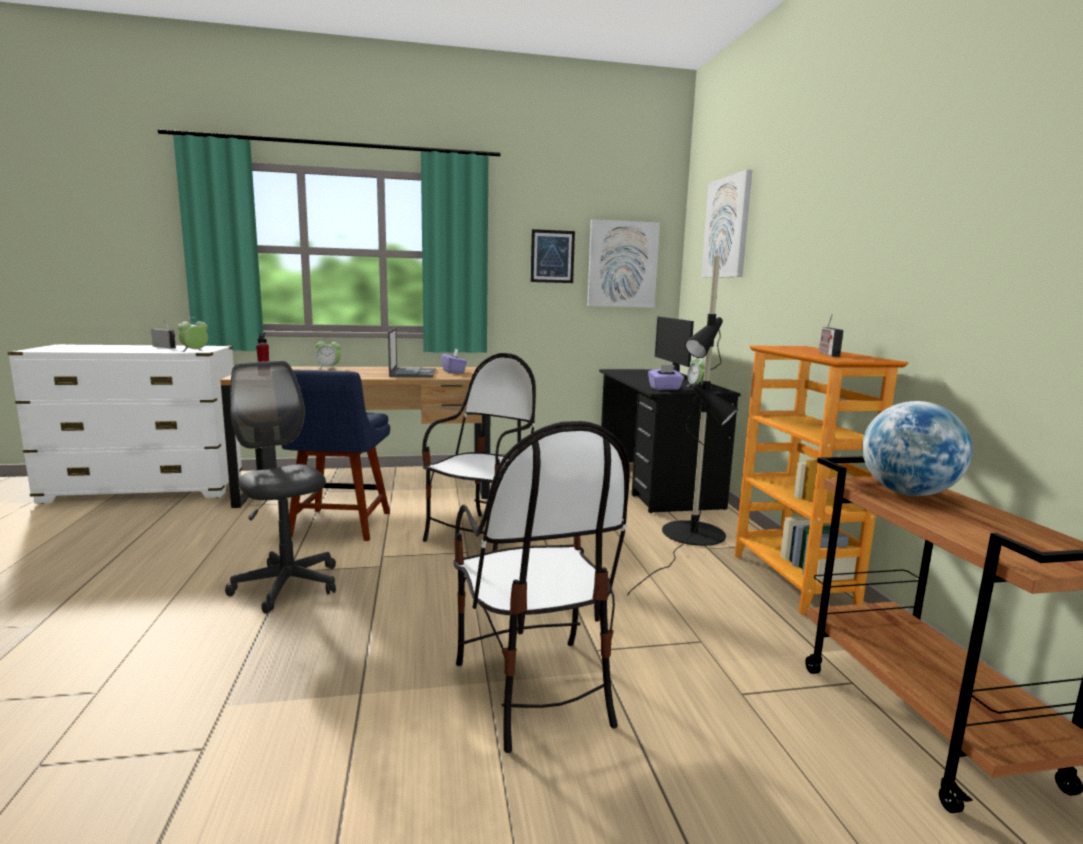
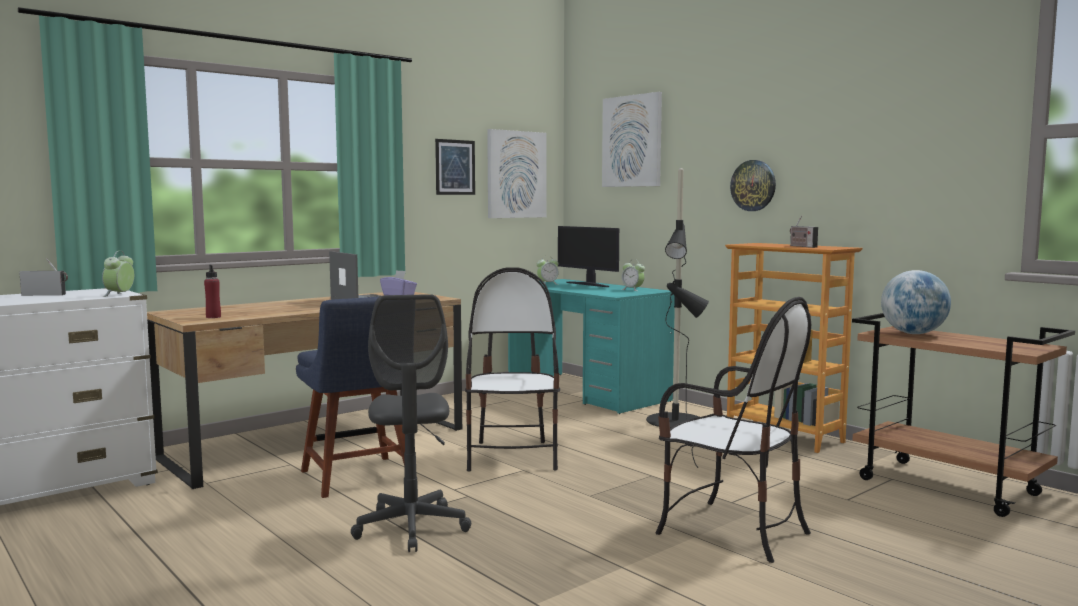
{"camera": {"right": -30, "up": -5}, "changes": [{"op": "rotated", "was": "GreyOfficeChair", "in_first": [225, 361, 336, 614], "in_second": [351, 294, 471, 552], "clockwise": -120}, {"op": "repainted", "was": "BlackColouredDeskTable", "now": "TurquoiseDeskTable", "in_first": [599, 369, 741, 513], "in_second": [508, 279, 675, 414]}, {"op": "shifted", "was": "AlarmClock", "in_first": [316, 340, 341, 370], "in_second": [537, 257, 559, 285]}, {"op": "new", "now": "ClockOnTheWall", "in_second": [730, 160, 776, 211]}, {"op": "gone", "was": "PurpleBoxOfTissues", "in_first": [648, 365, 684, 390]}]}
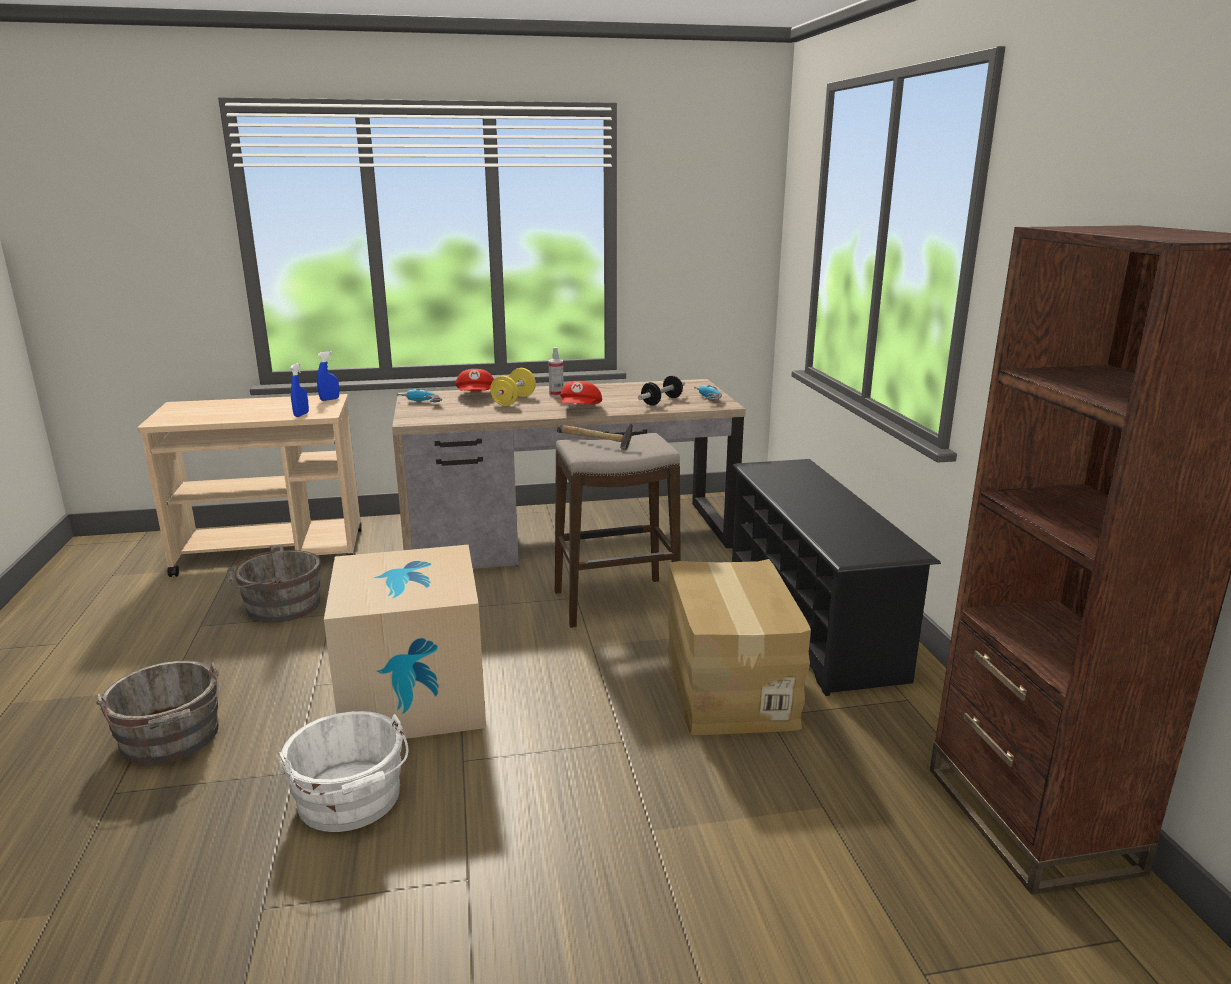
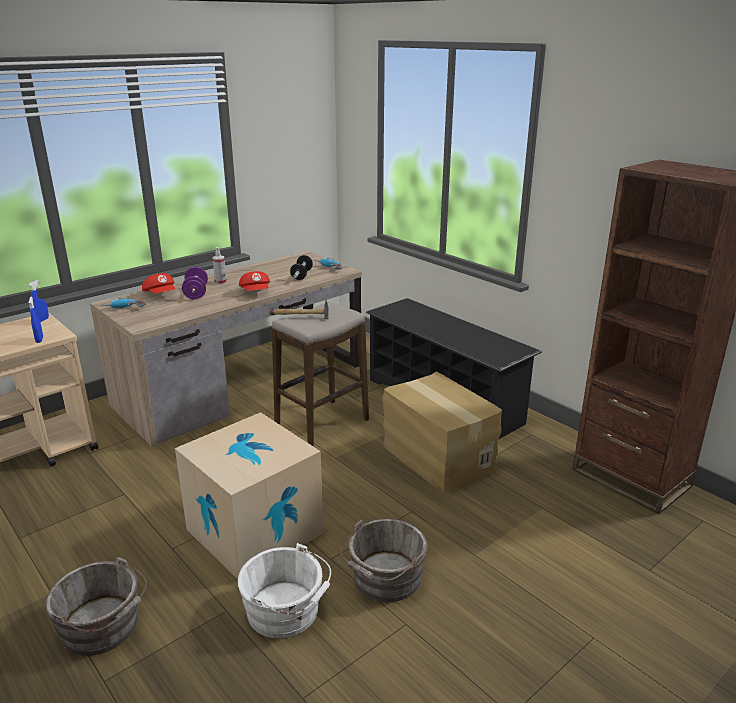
{"camera": {"right": -30, "up": 5}, "changes": [{"op": "repainted", "was": "YellowishFreeWeight", "now": "PurpleFreeWeight", "in_first": [490, 368, 536, 406], "in_second": [182, 267, 208, 299]}, {"op": "shifted", "was": "GreyWaterBucket", "in_first": [227, 544, 321, 623], "in_second": [340, 518, 428, 602]}]}
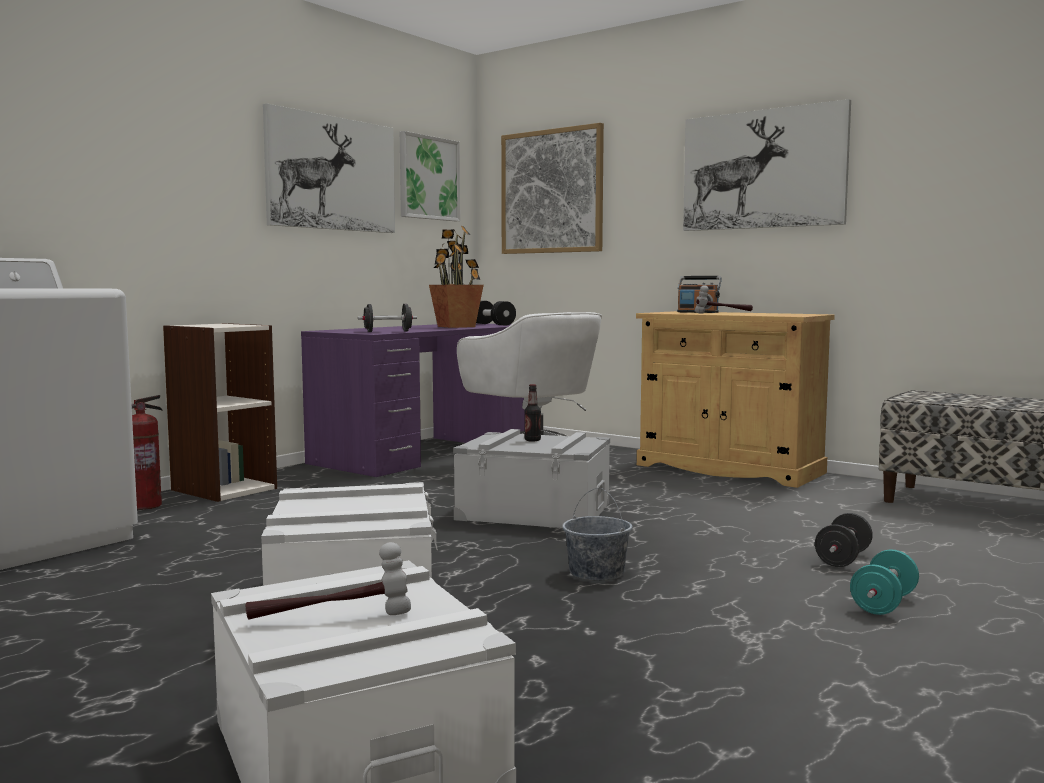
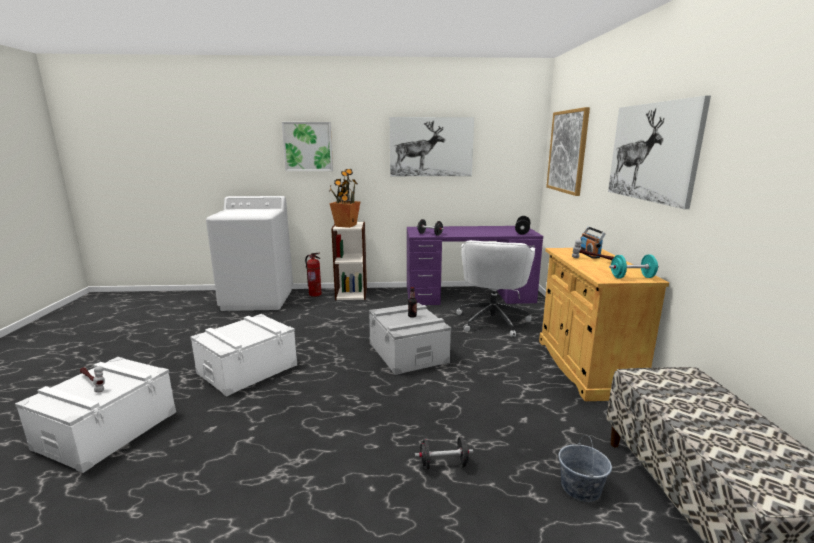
{"camera": {"right": 50, "up": 10}, "changes": [{"op": "shifted", "was": "WallArt", "in_first": [400, 131, 460, 221], "in_second": [282, 122, 333, 171]}, {"op": "shifted", "was": "PottedPlant", "in_first": [429, 226, 484, 328], "in_second": [329, 169, 360, 228]}, {"op": "shifted", "was": "GreyWaterBucket", "in_first": [562, 488, 632, 581], "in_second": [558, 435, 612, 502]}, {"op": "shifted", "was": "TurquoiseFreeWeight", "in_first": [850, 549, 919, 615], "in_second": [609, 255, 659, 279]}]}
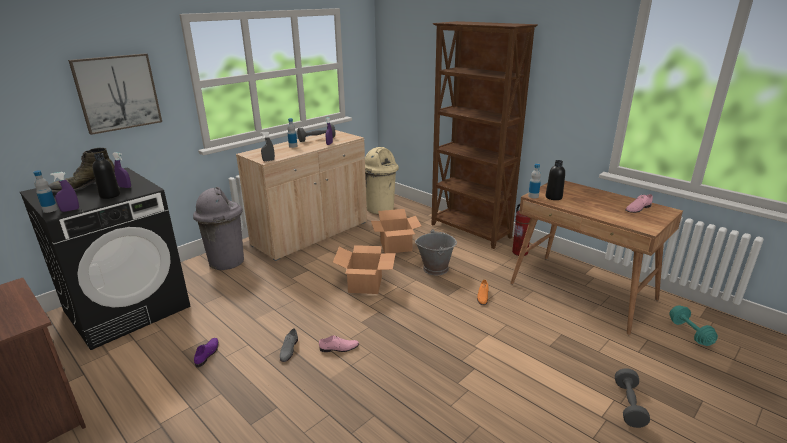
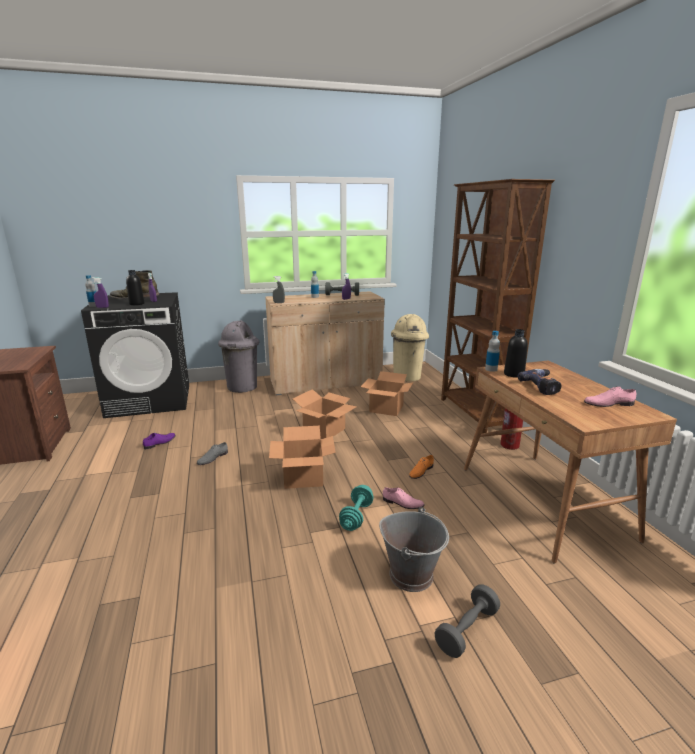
{"camera": {"right": 30, "up": -5}, "changes": [{"op": "new", "now": "CardboardBox", "in_second": [269, 426, 336, 489]}, {"op": "shifted", "was": "TurquoiseFreeWeight", "in_first": [669, 305, 718, 346], "in_second": [339, 485, 374, 531]}, {"op": "shifted", "was": "GreyWaterBucket", "in_first": [415, 229, 457, 275], "in_second": [379, 507, 449, 592]}, {"op": "shifted", "was": "PinkishShoe", "in_first": [319, 335, 359, 352], "in_second": [383, 487, 424, 509]}, {"op": "new", "now": "PowerDrill", "in_second": [517, 369, 561, 395]}, {"op": "gone", "was": "WallArt", "in_first": [68, 53, 162, 135]}]}
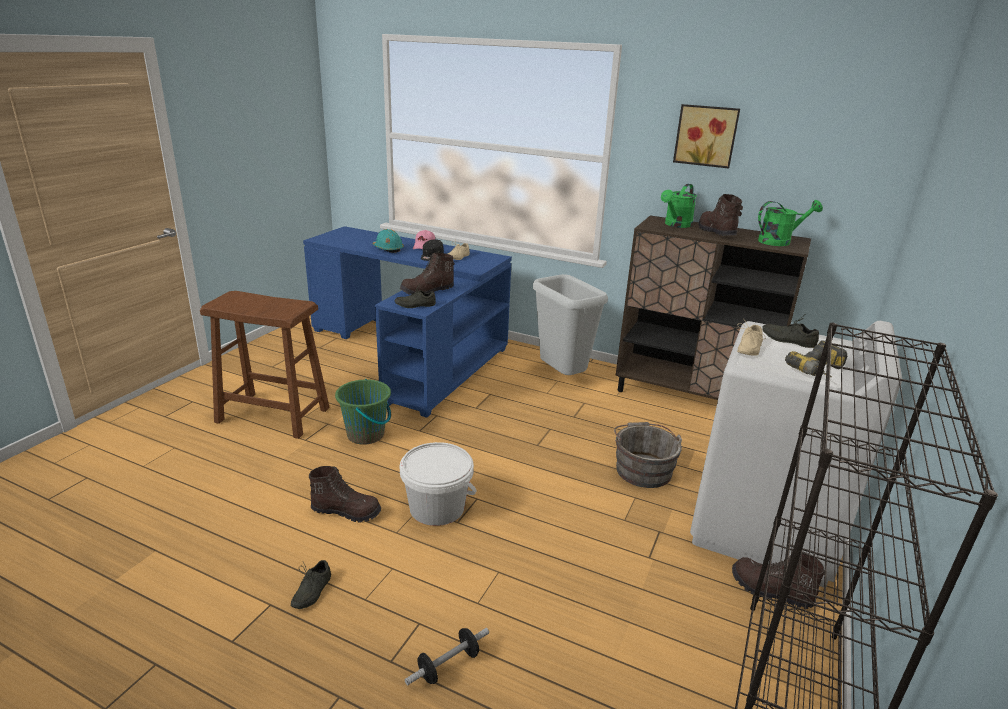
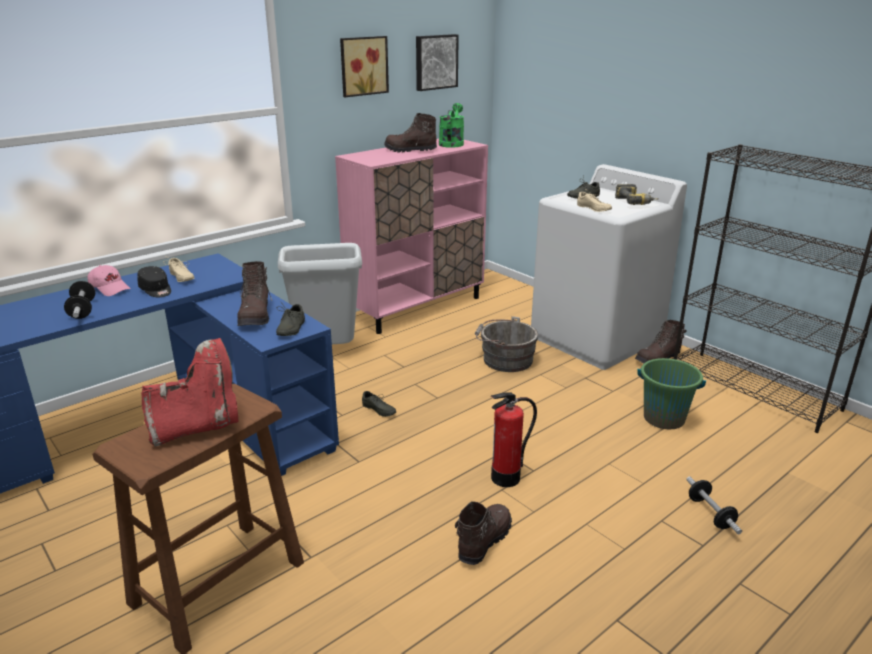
{"camera": {"right": -65, "up": 0}, "changes": [{"op": "swapped", "was": "TurquoiseWorkHelmet", "now": "FreeWeight", "in_first": [373, 229, 404, 253], "in_second": [64, 281, 95, 319]}, {"op": "new", "now": "ReddishTallBoot", "in_second": [141, 338, 239, 447]}, {"op": "repainted", "was": "BrownishStorageCabinet", "now": "PinkishStorageCabinet", "in_first": [616, 215, 811, 400], "in_second": [335, 139, 488, 334]}, {"op": "shifted", "was": "GreyShoe", "in_first": [291, 560, 331, 609], "in_second": [362, 391, 396, 417]}, {"op": "new", "now": "WallArt", "in_second": [416, 34, 459, 91]}, {"op": "swapped", "was": "WhitishWaterBucket", "now": "Extinguisher", "in_first": [400, 442, 477, 526], "in_second": [491, 392, 537, 487]}, {"op": "shifted", "was": "GreenColouredWaterBucket", "in_first": [335, 379, 391, 445], "in_second": [637, 358, 706, 429]}, {"op": "gone", "was": "GreenColouredWateringCan", "in_first": [661, 184, 697, 228]}]}
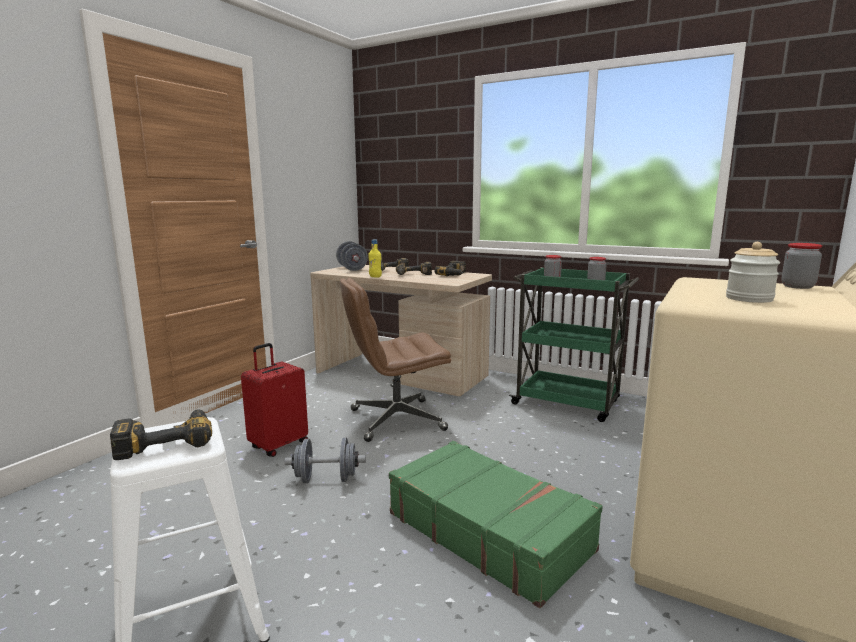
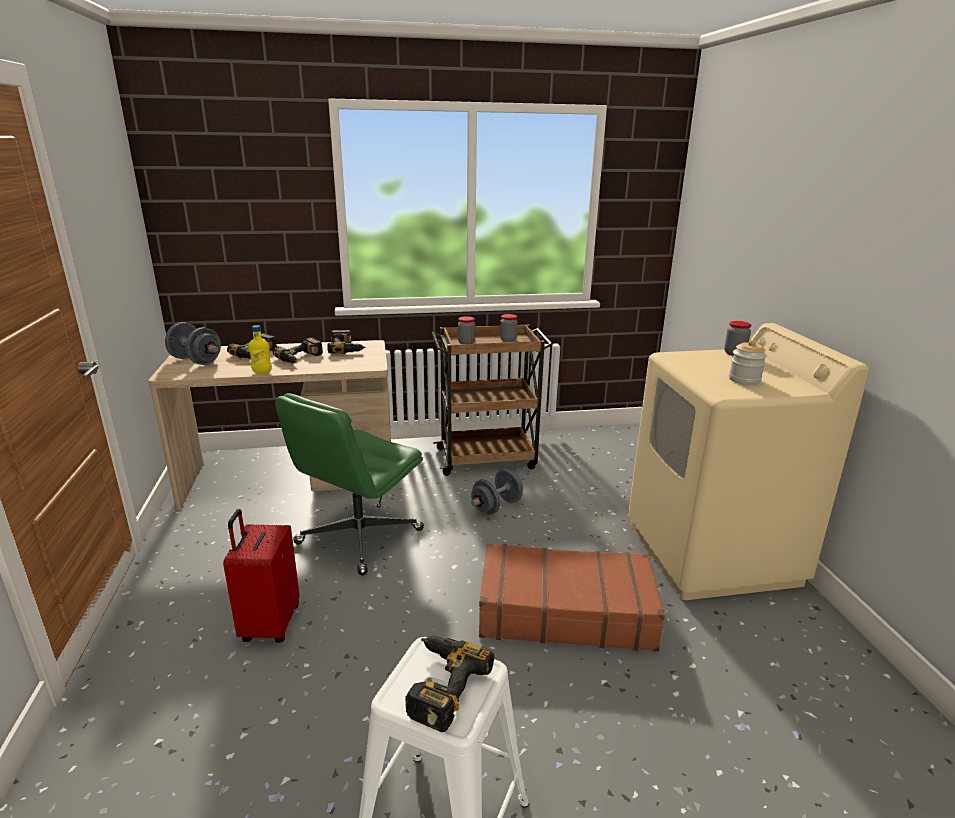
{"camera": {"right": -40, "up": 10}, "changes": [{"op": "repainted", "was": "BrownishOfficeChair", "now": "GreenColouredOfficeChair", "in_first": [340, 278, 451, 442], "in_second": [275, 393, 424, 575]}, {"op": "repainted", "was": "GreenColouredTrolley", "now": "BrownishTrolley", "in_first": [508, 267, 639, 422], "in_second": [432, 324, 553, 476]}, {"op": "shifted", "was": "GreyFreeWeight", "in_first": [285, 438, 366, 483], "in_second": [471, 469, 523, 515]}, {"op": "repainted", "was": "GreenColouredPieceOfLuggage", "now": "BrownishPieceOfLuggage", "in_first": [389, 441, 603, 608], "in_second": [479, 543, 665, 652]}]}
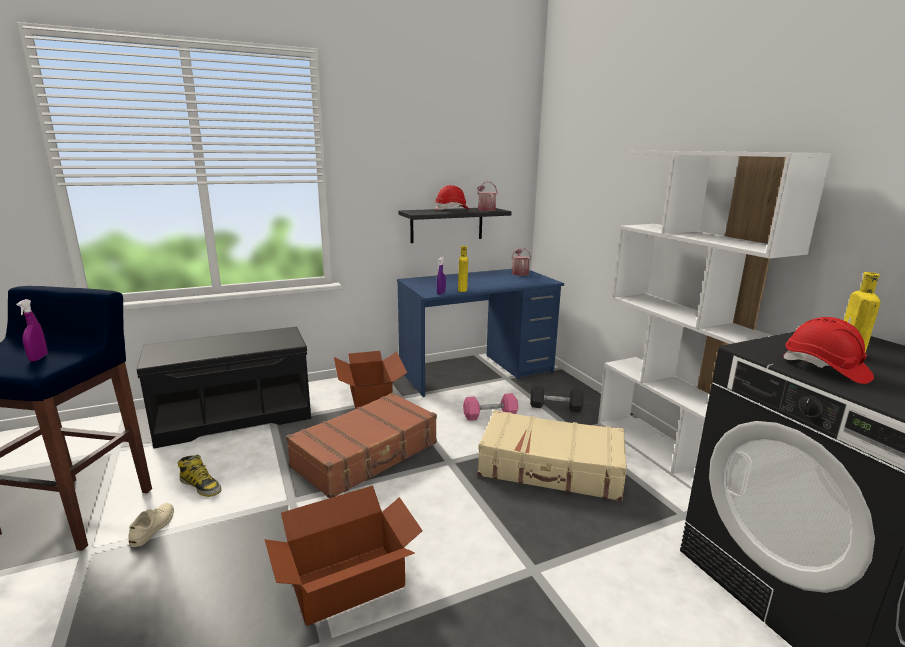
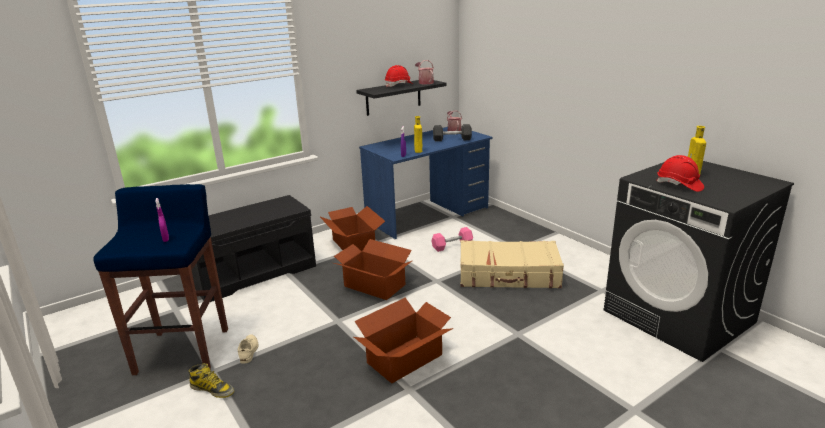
{"camera": {"right": -10, "up": 5}, "changes": [{"op": "shifted", "was": "TallBoot", "in_first": [178, 455, 222, 497], "in_second": [188, 363, 234, 398]}, {"op": "swapped", "was": "BrownishPieceOfLuggage", "now": "CardboardBox", "in_first": [286, 393, 437, 498], "in_second": [334, 239, 412, 300]}, {"op": "shifted", "was": "GreyFreeWeight", "in_first": [530, 385, 584, 412], "in_second": [433, 124, 472, 141]}, {"op": "gone", "was": "WhitishBookcase", "in_first": [598, 151, 832, 489]}]}
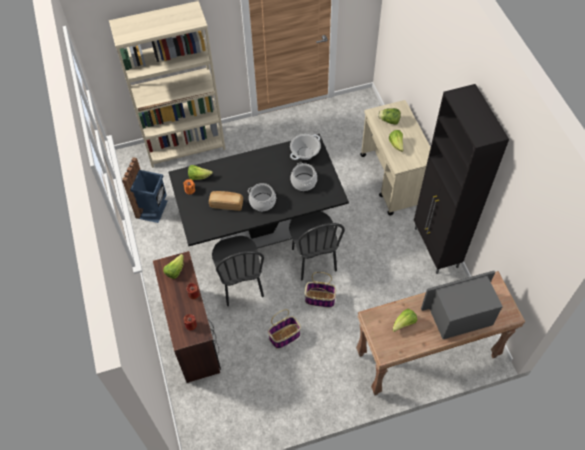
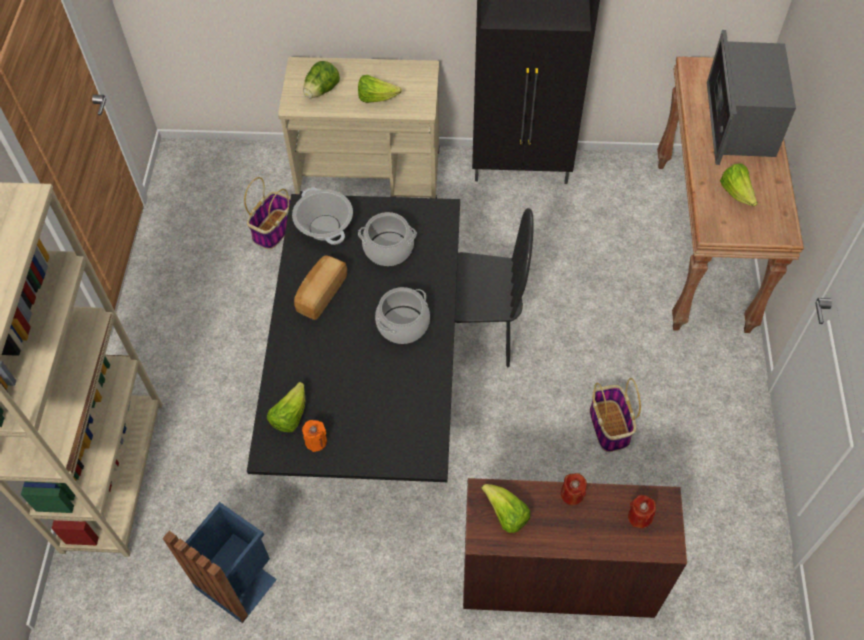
{"camera": {"right": -70, "up": 0}, "changes": [{"op": "shifted", "was": "Basket", "in_first": [305, 272, 336, 307], "in_second": [244, 177, 291, 249]}, {"op": "shifted", "was": "BakedBread", "in_first": [209, 191, 243, 211], "in_second": [294, 255, 347, 320]}, {"op": "gone", "was": "BlackColouredUprightChair", "in_first": [212, 236, 264, 306]}]}
